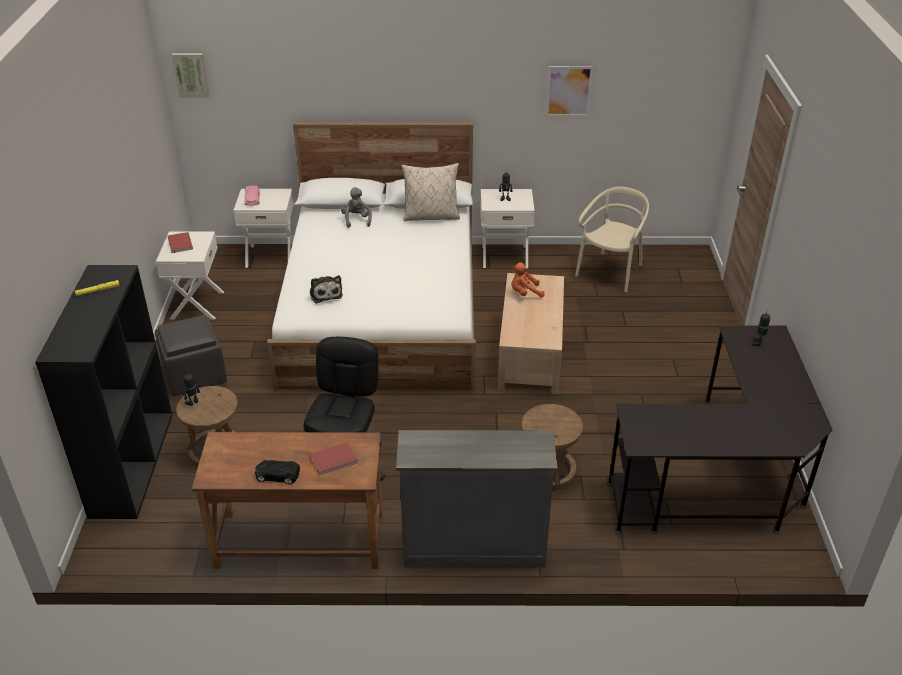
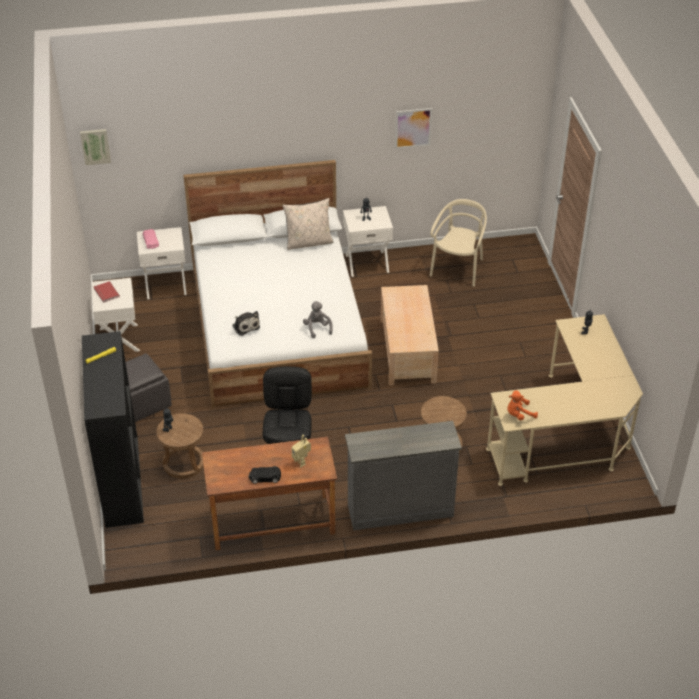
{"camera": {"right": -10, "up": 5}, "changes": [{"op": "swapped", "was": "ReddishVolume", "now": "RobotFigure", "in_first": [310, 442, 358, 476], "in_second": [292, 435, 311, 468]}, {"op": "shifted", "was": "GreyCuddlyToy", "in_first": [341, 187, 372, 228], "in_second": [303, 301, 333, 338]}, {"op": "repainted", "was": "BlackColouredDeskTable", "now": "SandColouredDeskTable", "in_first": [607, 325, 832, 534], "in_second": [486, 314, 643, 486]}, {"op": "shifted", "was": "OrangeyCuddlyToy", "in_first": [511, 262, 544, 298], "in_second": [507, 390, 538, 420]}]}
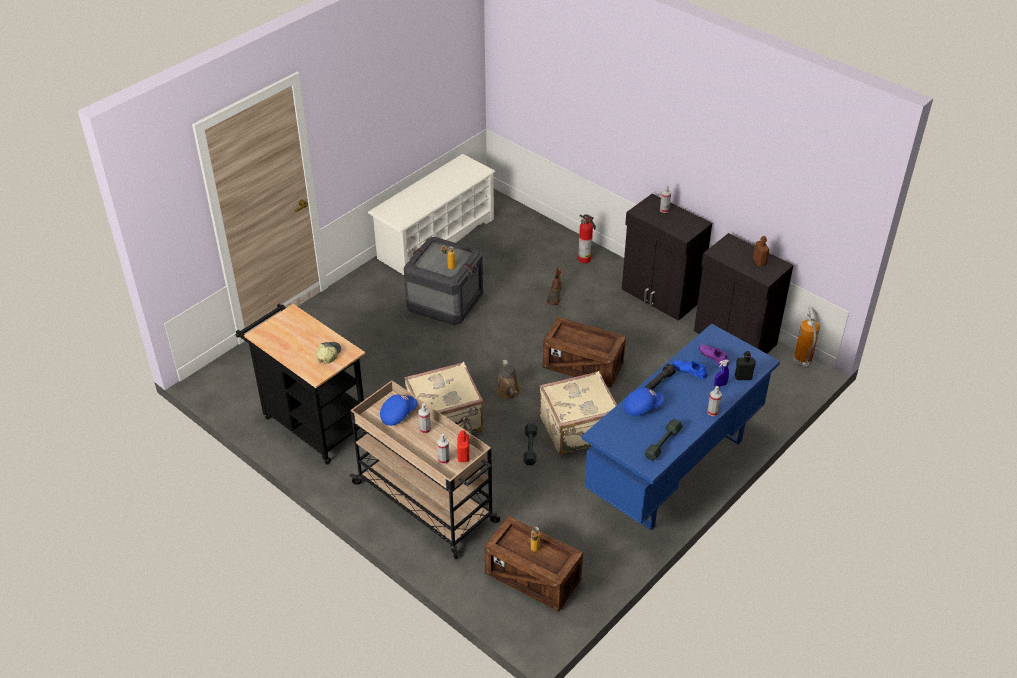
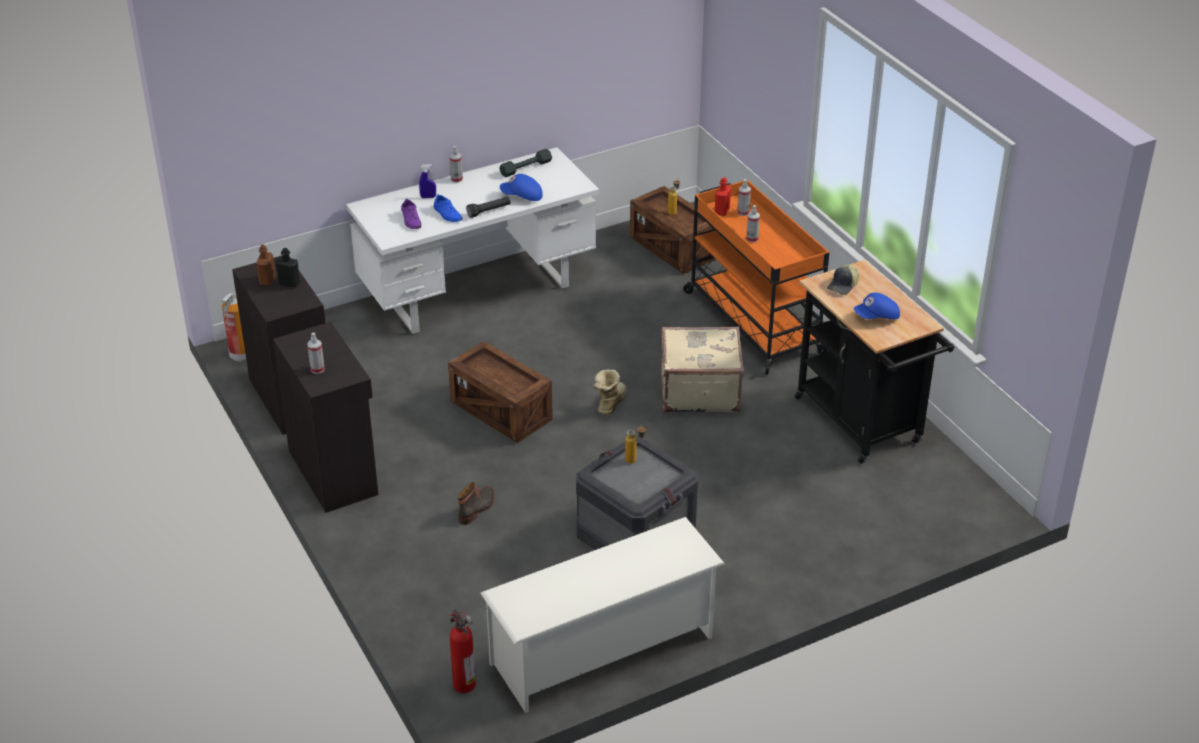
{"camera": {"right": -160, "up": -5}, "changes": [{"op": "shifted", "was": "BlackColouredBeverageBottle", "in_first": [735, 351, 756, 380], "in_second": [275, 248, 300, 288]}, {"op": "repainted", "was": "BluishDeskTable", "now": "WhitishDeskTable", "in_first": [582, 324, 780, 530], "in_second": [346, 147, 599, 335]}, {"op": "shifted", "was": "Extinguisher", "in_first": [578, 214, 596, 263], "in_second": [450, 609, 476, 693]}, {"op": "swapped", "was": "BrownishWateringCan", "now": "TallBoot", "in_first": [495, 360, 521, 399], "in_second": [593, 369, 627, 415]}, {"op": "repainted", "was": "SandColouredTrolley", "now": "OrangeyTrolley", "in_first": [350, 380, 500, 559], "in_second": [683, 180, 829, 374]}, {"op": "shifted", "was": "BluishPeakedCap", "in_first": [380, 395, 417, 426], "in_second": [854, 293, 900, 320]}, {"op": "gone", "was": "GreyFreeWeight", "in_first": [523, 423, 537, 465]}, {"op": "gone", "was": "SandColouredPieceOfLuggage", "in_first": [540, 371, 617, 455]}]}
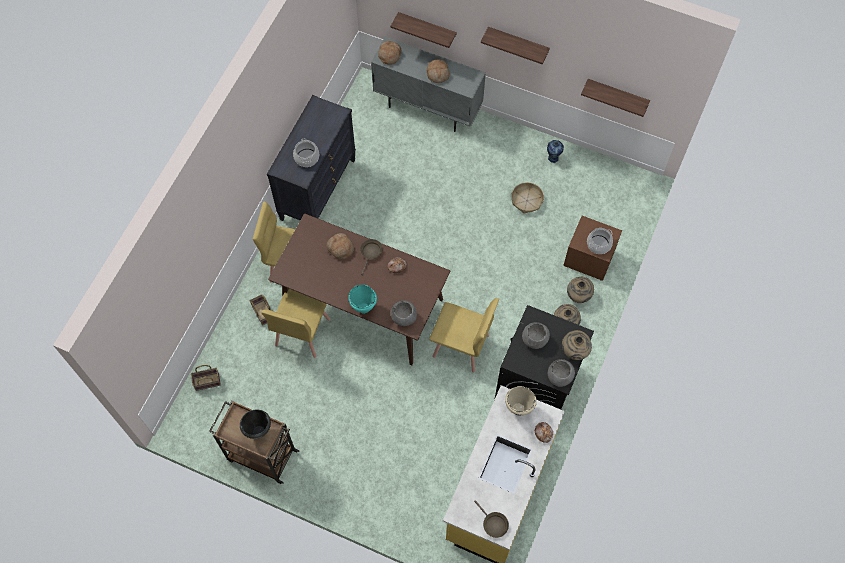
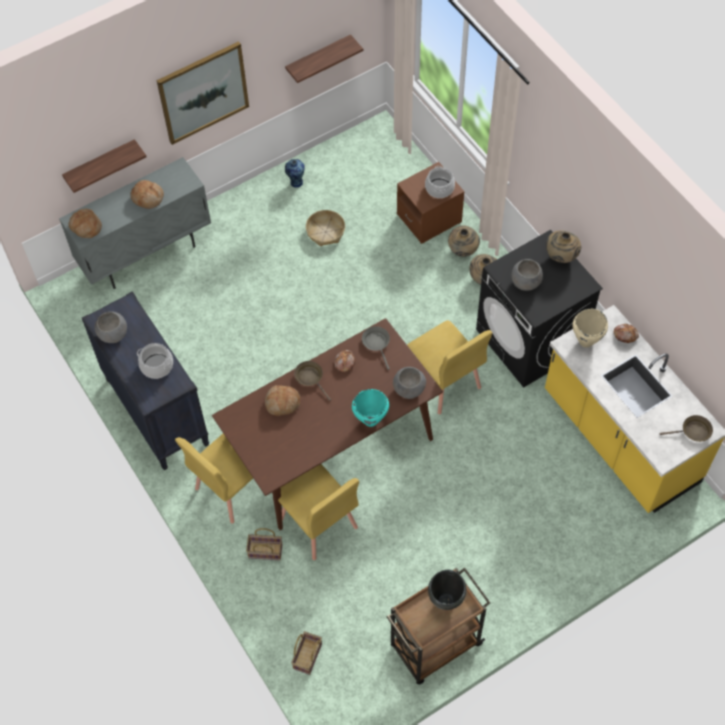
{"camera": {"right": -55, "up": -5}, "changes": [{"op": "shifted", "was": "GreyDeepDish", "in_first": [548, 359, 575, 387], "in_second": [95, 311, 127, 343]}, {"op": "swapped", "was": "WallShelf", "now": "WallArt", "in_first": [481, 27, 550, 64], "in_second": [156, 41, 249, 145]}, {"op": "new", "now": "GreySkillet", "in_second": [362, 326, 390, 370]}, {"op": "rotated", "was": "YellowishUprightChair", "in_first": [429, 298, 499, 372], "in_second": [407, 320, 492, 414], "clockwise": 90}]}
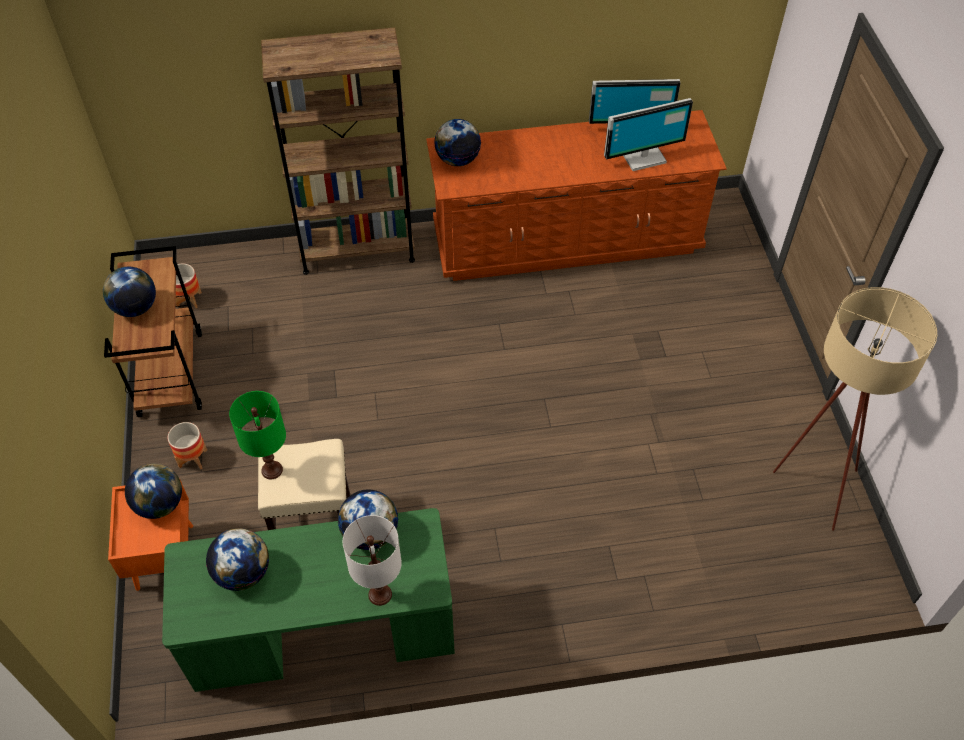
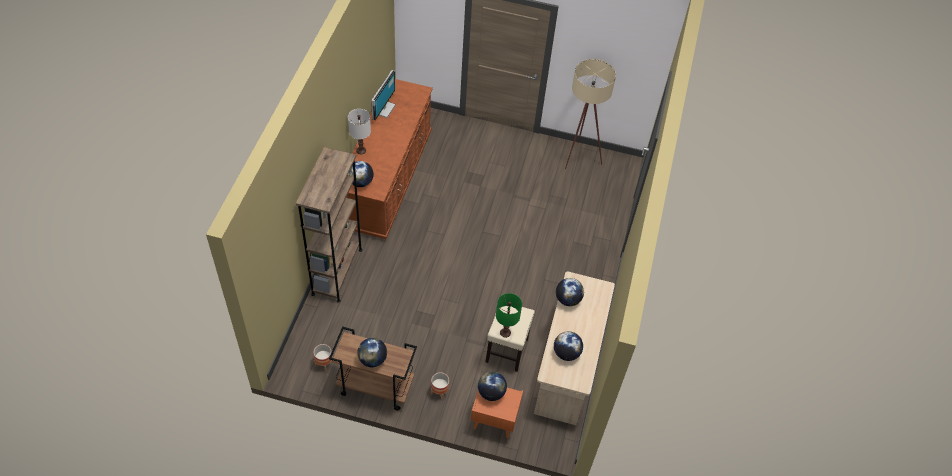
{"camera": {"right": -70, "up": 0}, "changes": [{"op": "shifted", "was": "WhitishTableLamp", "in_first": [343, 515, 402, 606], "in_second": [348, 109, 371, 154]}, {"op": "repainted", "was": "GreenColouredDeskTable", "now": "SandColouredDeskTable", "in_first": [162, 508, 455, 692], "in_second": [534, 271, 615, 425]}, {"op": "gone", "was": "ComputerScreen", "in_first": [604, 98, 693, 171]}]}
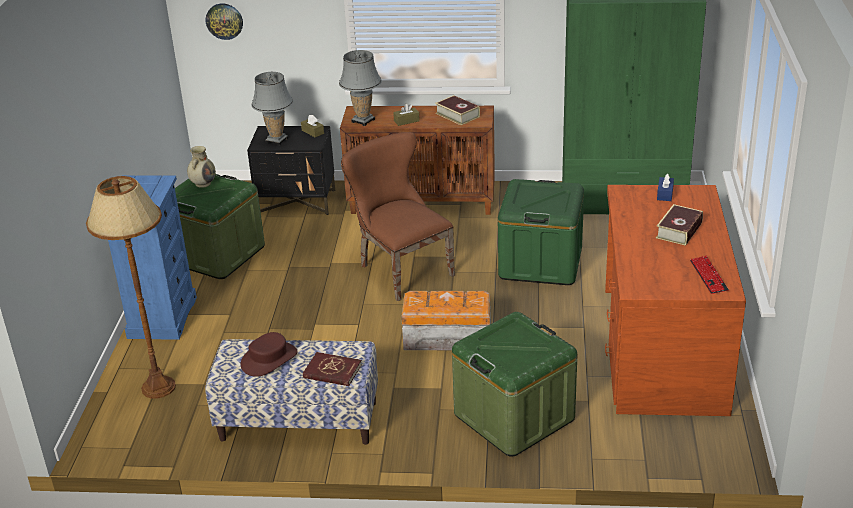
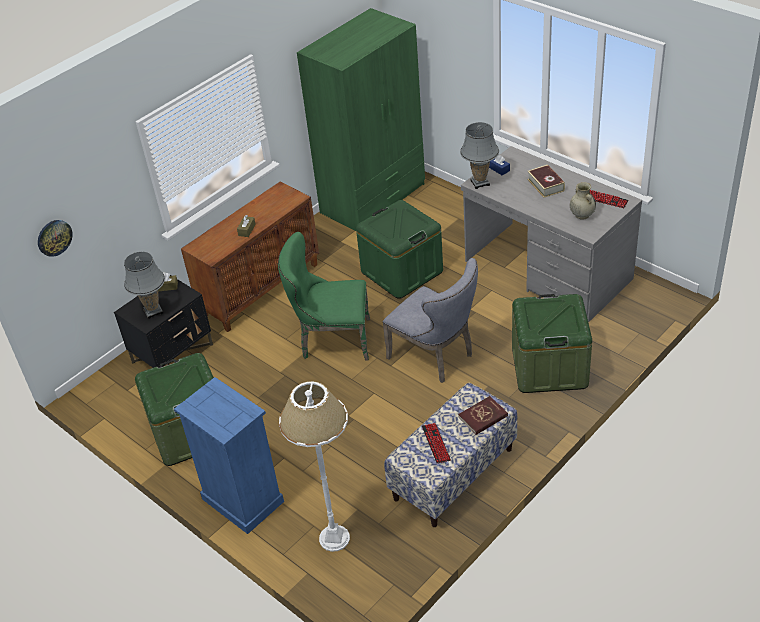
{"camera": {"right": -50, "up": 10}, "changes": [{"op": "repainted", "was": "BrownishUprightChair", "now": "GreenColouredUprightChair", "in_first": [341, 132, 455, 301], "in_second": [278, 232, 370, 361]}, {"op": "repainted", "was": "BrownishStandardLamp", "now": "WhitishStandardLamp", "in_first": [86, 176, 176, 399], "in_second": [279, 381, 350, 552]}, {"op": "swapped", "was": "StorageContainer", "now": "GreyUprightChair", "in_first": [401, 291, 491, 350], "in_second": [383, 258, 478, 383]}, {"op": "swapped", "was": "BrownishHat", "now": "ComputerKeyboard", "in_first": [241, 332, 298, 377], "in_second": [422, 423, 451, 463]}, {"op": "shifted", "was": "GreyTableLamp", "in_first": [339, 50, 382, 126], "in_second": [460, 122, 499, 189]}, {"op": "repainted", "was": "BrownishDeskTable", "now": "GreyDeskTable", "in_first": [605, 185, 746, 416], "in_second": [461, 146, 642, 322]}, {"op": "shifted", "was": "SandColouredDecorativeVase", "in_first": [187, 146, 216, 188], "in_second": [570, 182, 596, 220]}, {"op": "gone", "was": "Volume", "in_first": [435, 95, 480, 125]}]}
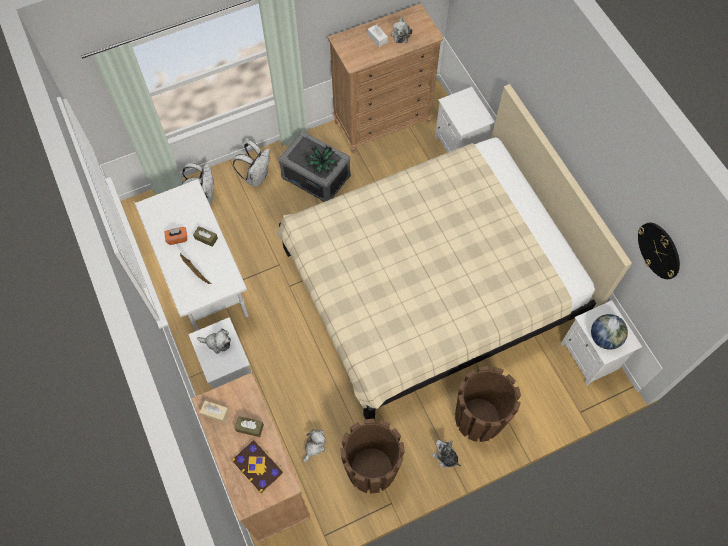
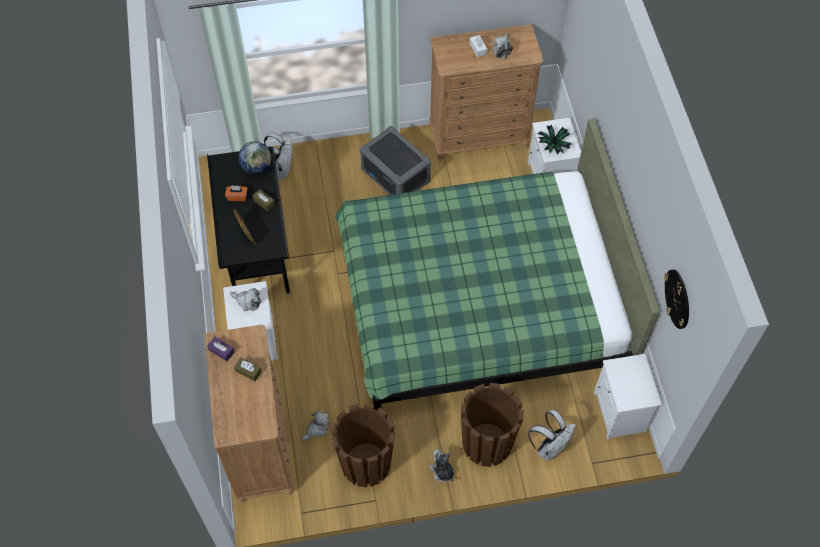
{"camera": {"right": 15, "up": -5}, "changes": [{"op": "repainted", "was": "WhitishDeskTable", "now": "BlackColouredDeskTable", "in_first": [134, 179, 249, 331], "in_second": [207, 147, 290, 294]}, {"op": "repainted", "was": "SandColouredBoxOfTissues", "now": "PurpleBoxOfTissues", "in_first": [200, 401, 229, 423], "in_second": [207, 337, 235, 361]}, {"op": "shifted", "was": "Globe", "in_first": [591, 314, 628, 350], "in_second": [238, 141, 271, 174]}, {"op": "repainted", "was": "SandColouredBed", "now": "GreenColouredBed", "in_first": [276, 84, 632, 420], "in_second": [335, 119, 660, 410]}, {"op": "shifted", "was": "WhitishKnapsack", "in_first": [233, 141, 270, 187], "in_second": [528, 410, 576, 461]}, {"op": "shifted", "was": "PottedPlant", "in_first": [304, 146, 338, 175], "in_second": [537, 125, 571, 154]}, {"op": "gone", "was": "Volume", "in_first": [231, 440, 283, 493]}]}
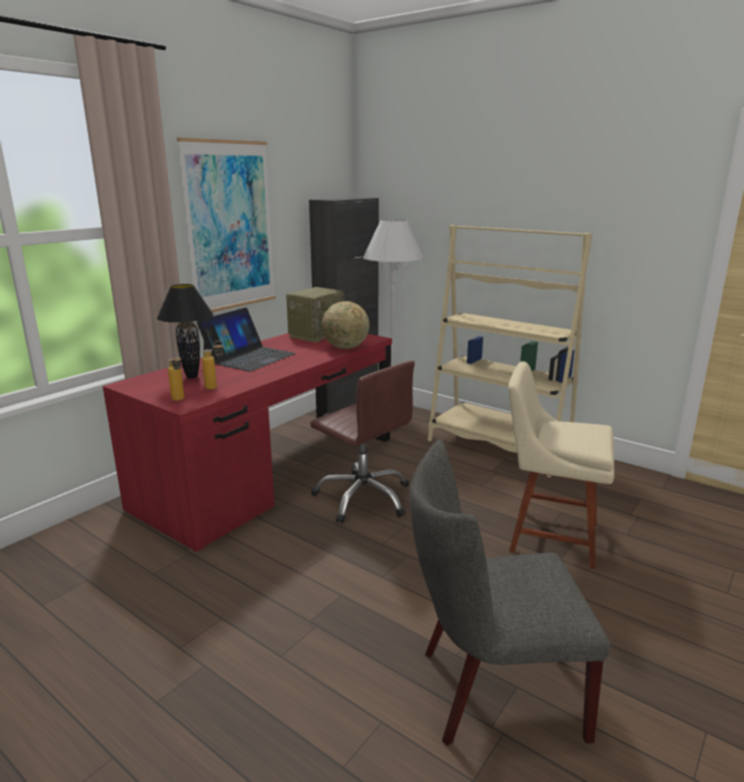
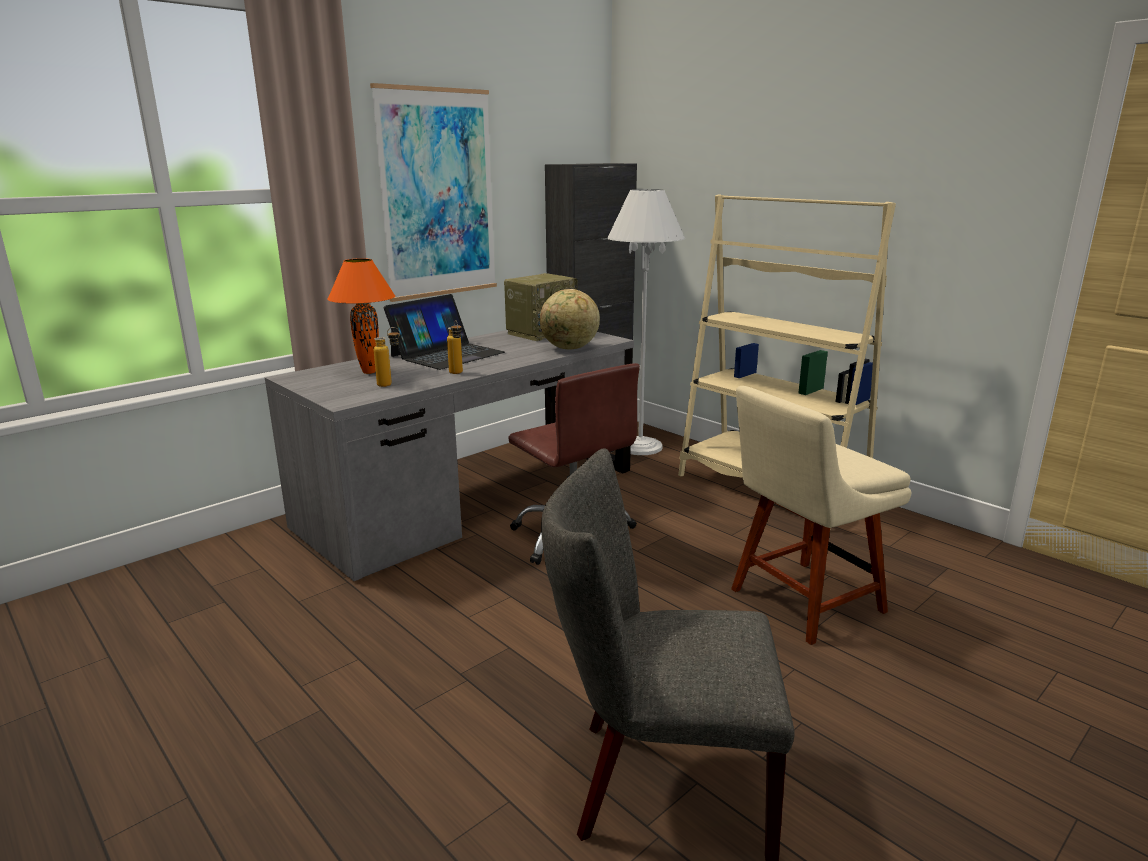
{"camera": {"right": 10, "up": 0}, "changes": [{"op": "repainted", "was": "ReddishDeskTable", "now": "GreyDeskTable", "in_first": [103, 333, 392, 552], "in_second": [265, 330, 634, 581]}, {"op": "repainted", "was": "BlackColouredTableLamp", "now": "OrangeyTableLamp", "in_first": [157, 284, 213, 378], "in_second": [327, 258, 395, 374]}, {"op": "shifted", "was": "BeverageBottle", "in_first": [168, 353, 184, 401], "in_second": [447, 320, 463, 374]}, {"op": "rotated", "was": "SandColouredUprightChair", "in_first": [508, 361, 614, 569], "in_second": [731, 386, 911, 645], "clockwise": -60}]}
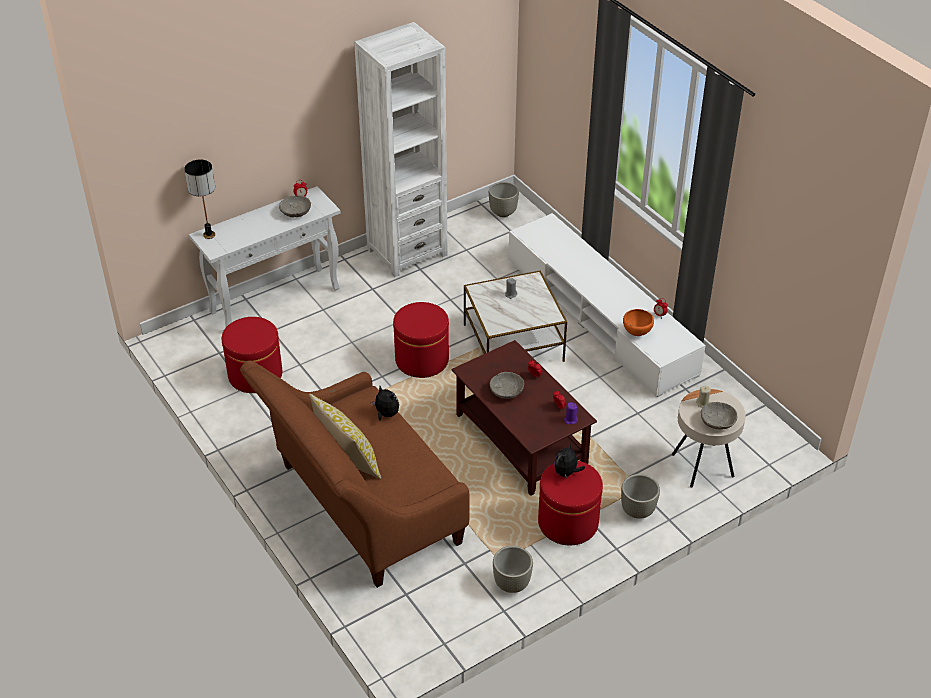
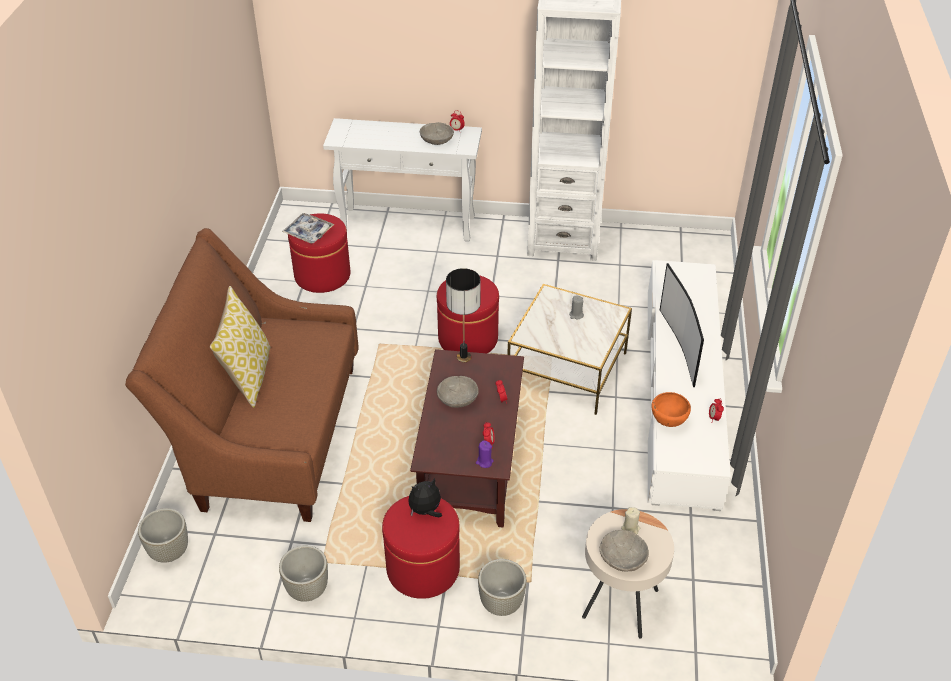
{"camera": {"right": 40, "up": 0}, "changes": [{"op": "shifted", "was": "GreyPlantPot", "in_first": [489, 182, 519, 217], "in_second": [138, 508, 188, 563]}, {"op": "new", "now": "Tray", "in_second": [282, 213, 334, 243]}, {"op": "shifted", "was": "TableLamp", "in_first": [184, 160, 215, 239], "in_second": [446, 268, 481, 362]}, {"op": "new", "now": "Television", "in_second": [660, 263, 704, 387]}, {"op": "gone", "was": "CuddlyToy", "in_first": [371, 386, 399, 421]}]}
